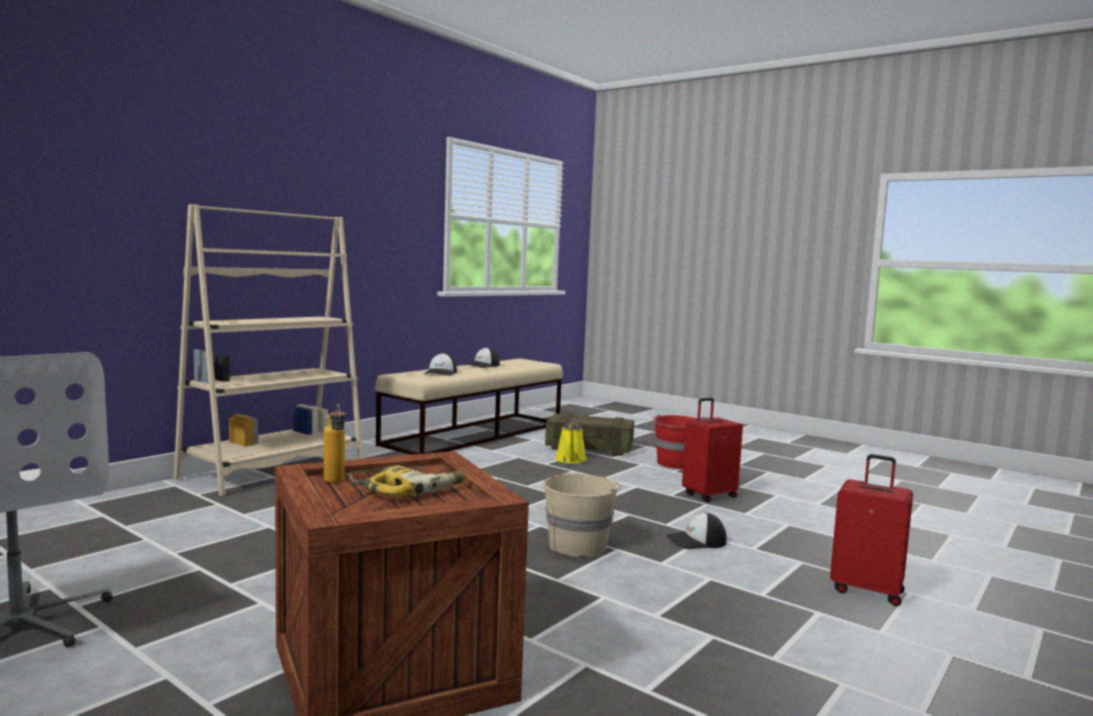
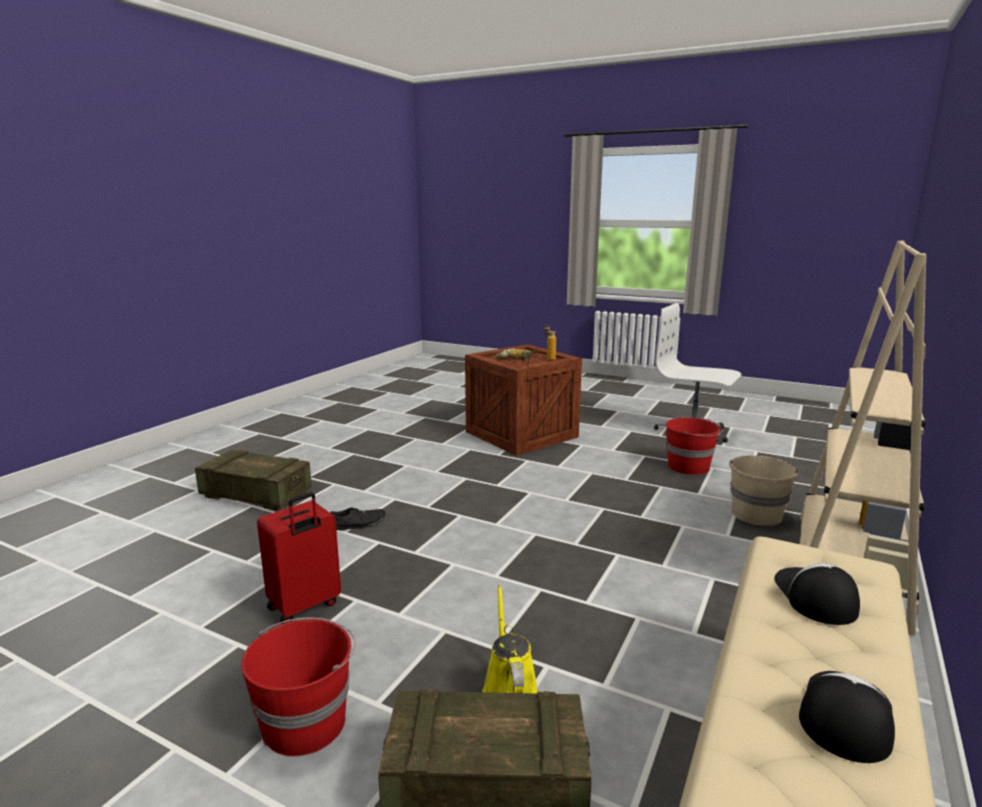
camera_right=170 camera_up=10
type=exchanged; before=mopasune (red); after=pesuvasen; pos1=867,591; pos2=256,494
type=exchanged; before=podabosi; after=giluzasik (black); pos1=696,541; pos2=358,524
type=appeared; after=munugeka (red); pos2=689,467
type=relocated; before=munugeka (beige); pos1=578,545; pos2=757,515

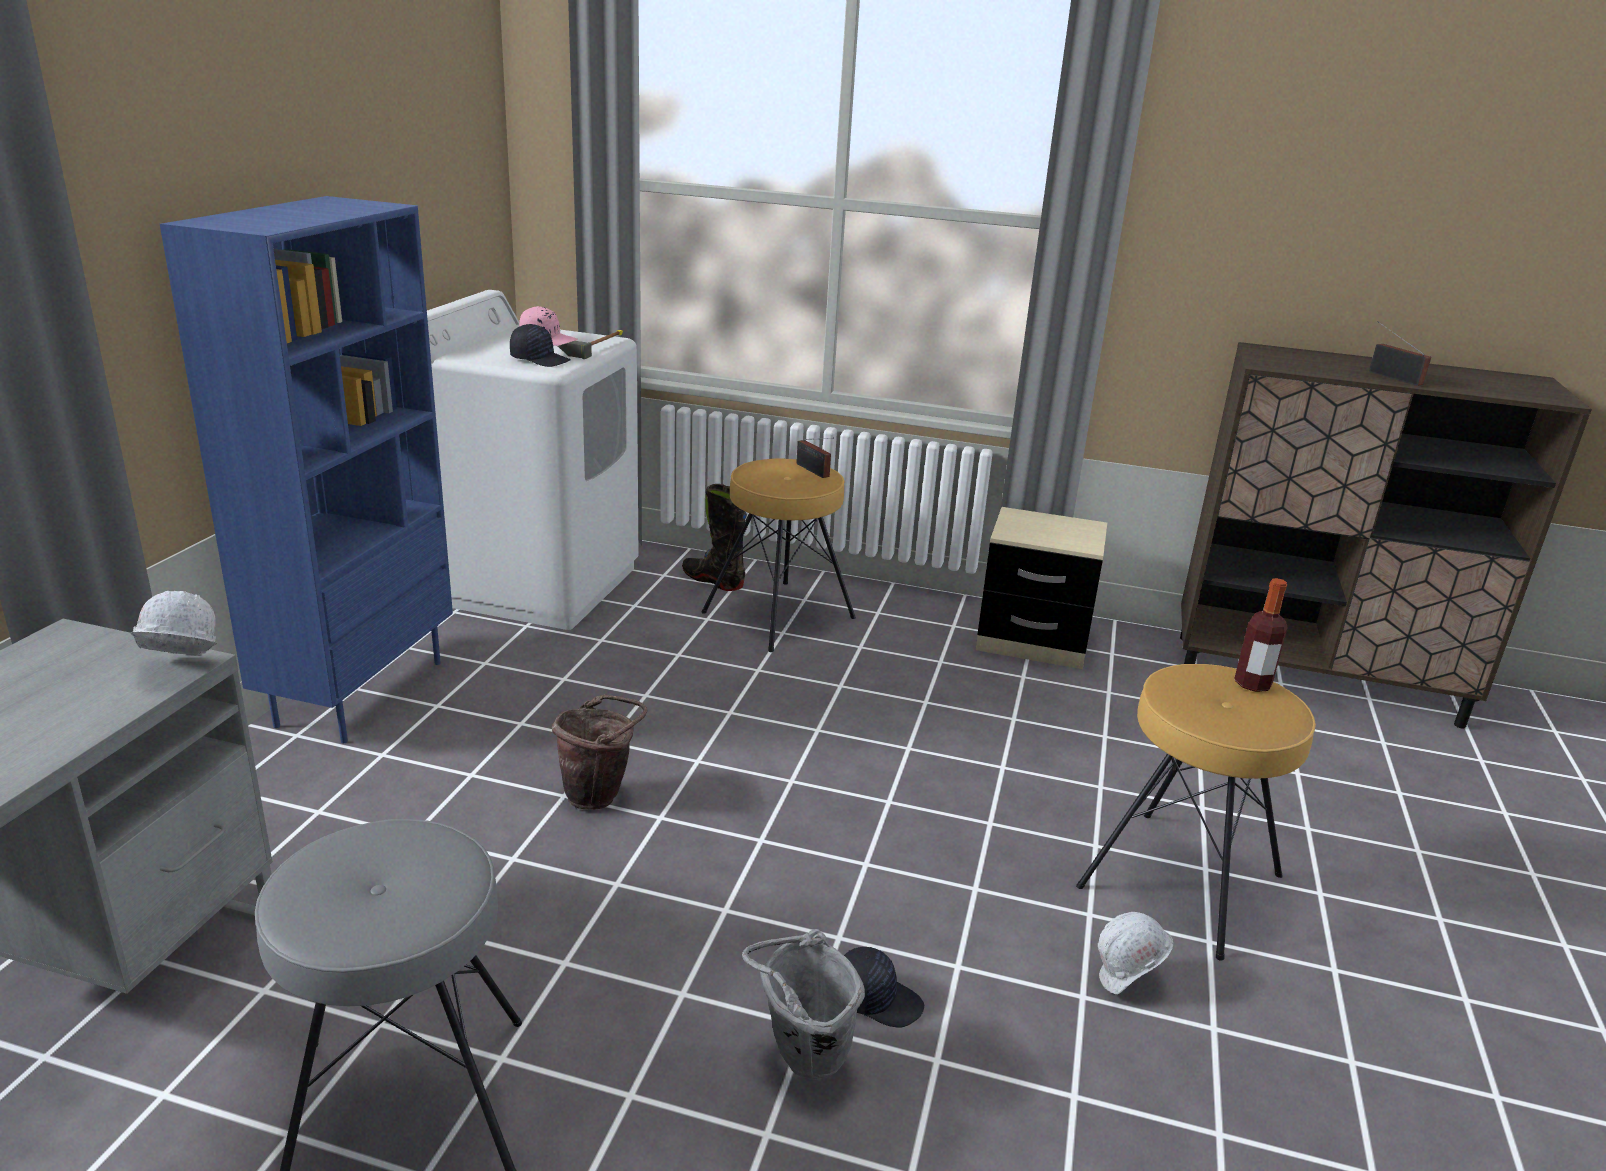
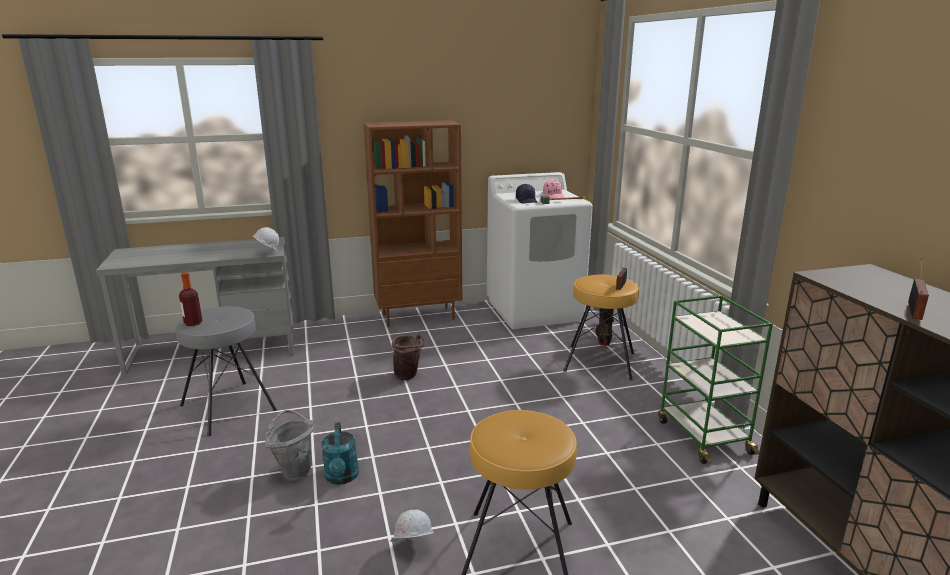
camera_right=60 camera_up=-5
type=relocated; before=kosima; pos1=1252,684; pos2=193,323
type=exchanged; before=podabosi (black); after=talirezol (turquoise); pos1=877,999; pos2=342,477
type=colour; before=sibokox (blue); after=sibokox (brown); pos1=360,692; pos2=418,316
type=exchanged; before=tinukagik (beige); after=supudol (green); pos1=1032,641; pos2=703,436

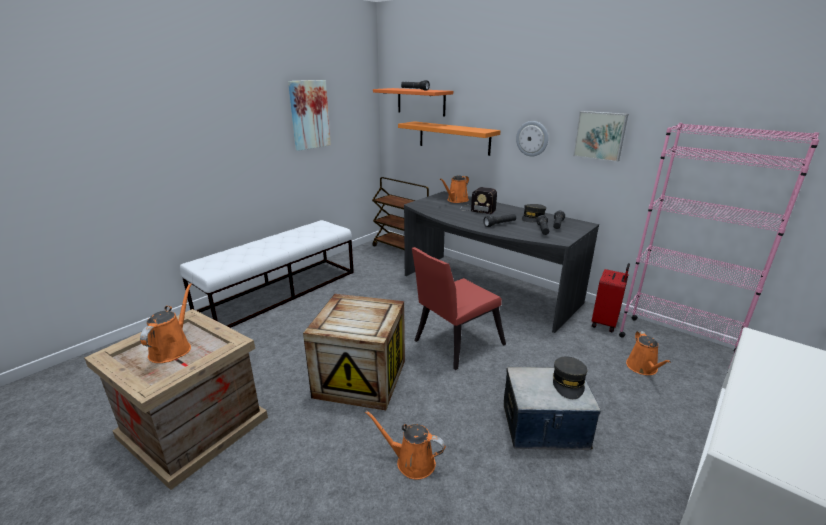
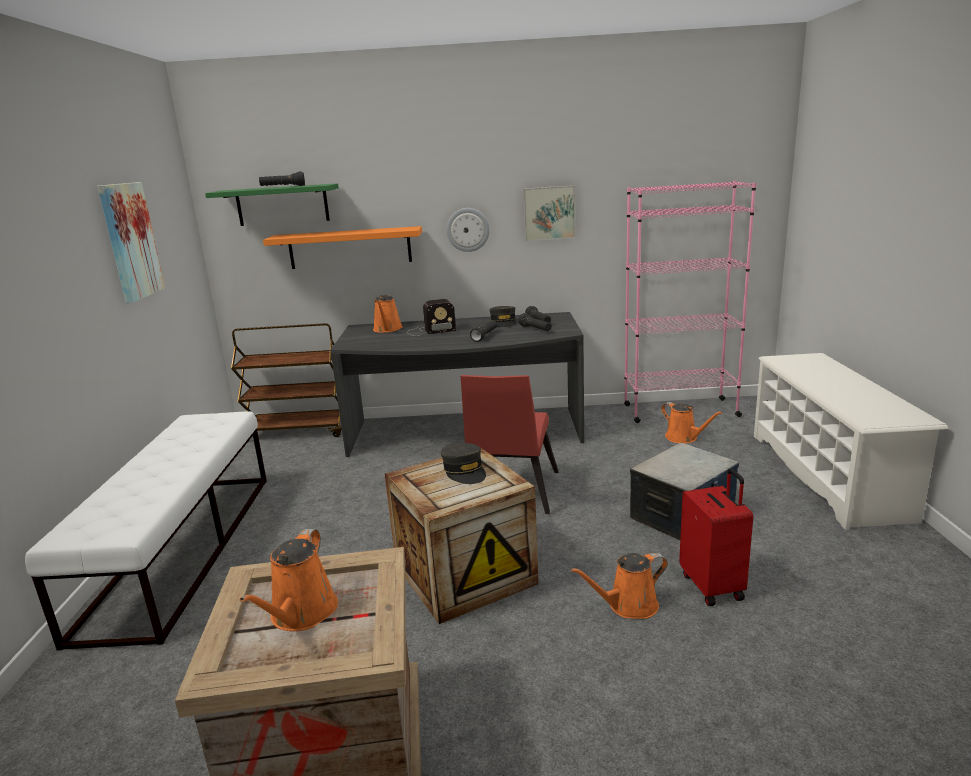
camera_right=-40 camera_up=-5
type=colour; before=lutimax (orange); after=lutimax (green); pos1=421,102; pos2=282,205
type=spun; before=talirezol (orange); pos1=172,348; pos2=301,614; turn=-135
type=relocated; before=podabosi (grey); pos1=568,383; pos2=464,471
type=relocated; before=mopasune (red); pos1=605,323; pos2=713,586

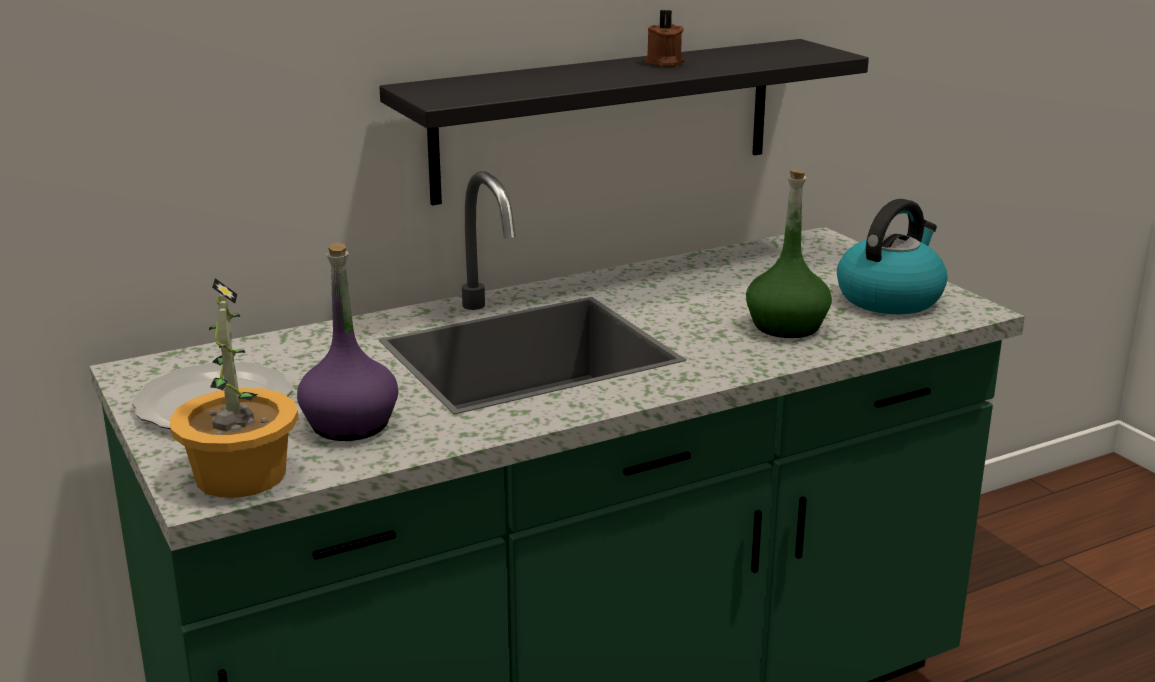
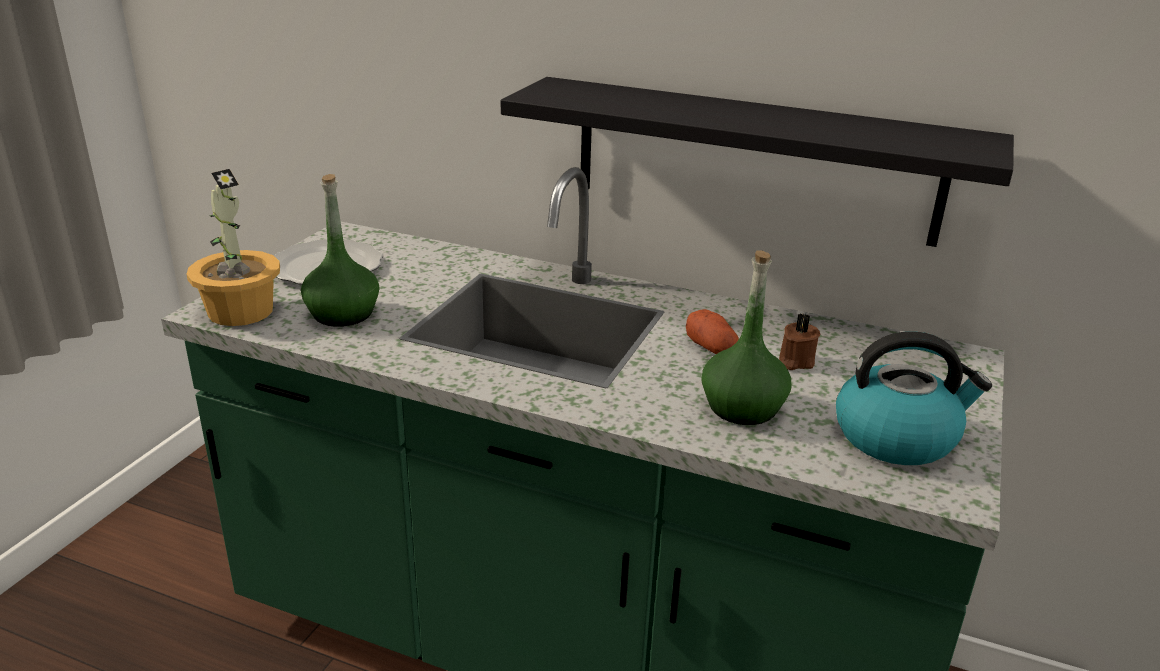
camera_right=50 camera_up=5
type=colour; before=kosima (purple); after=kosima (green); pos1=350,425; pos2=343,314
type=appeared; after=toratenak; pos2=711,347
type=relocated; before=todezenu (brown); pos1=664,63; pos2=794,361

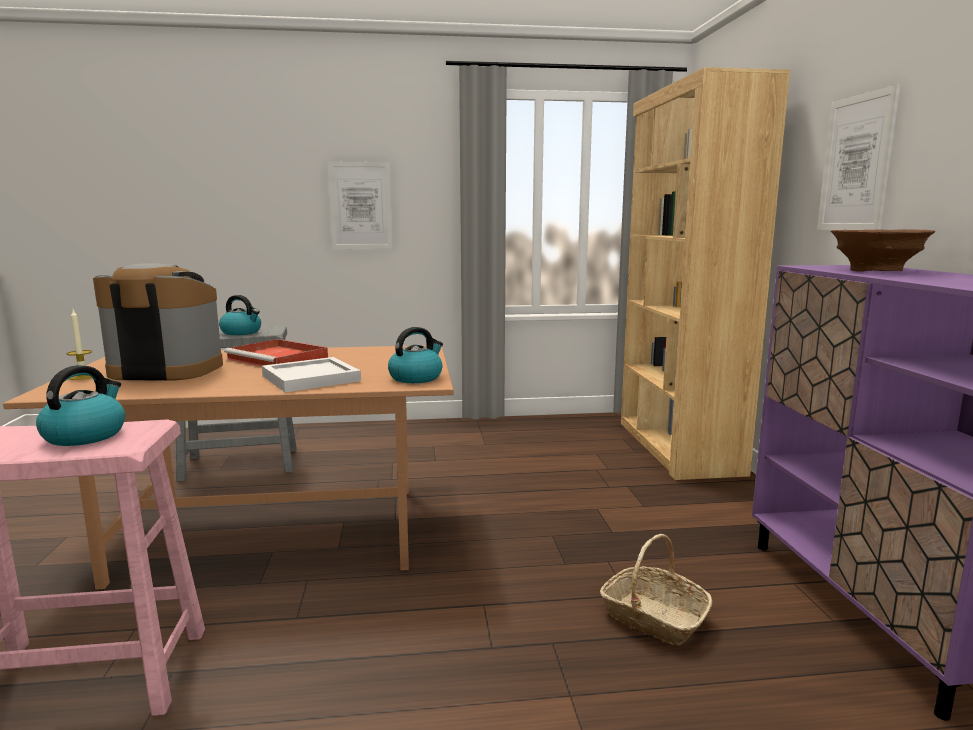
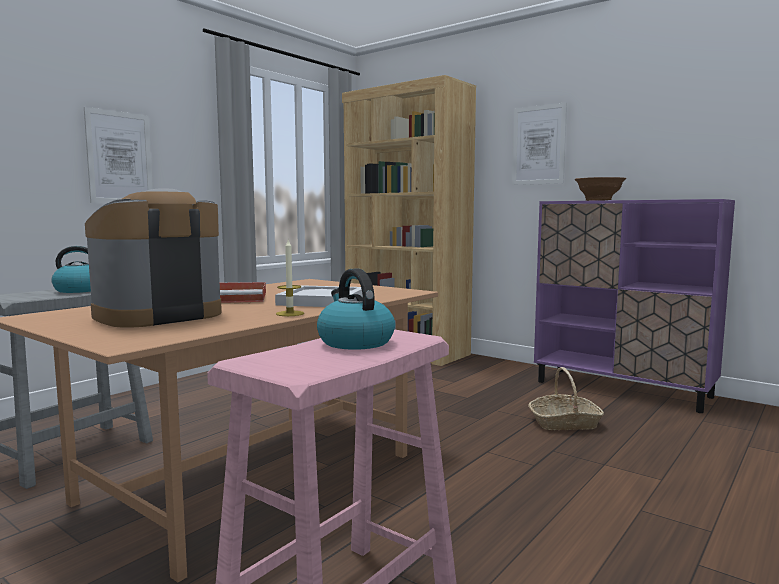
camera_right=-45 camera_up=-5
type=relocated; before=todezenu; pos1=82,376; pos2=290,313
type=missing; before=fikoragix; pos1=416,377

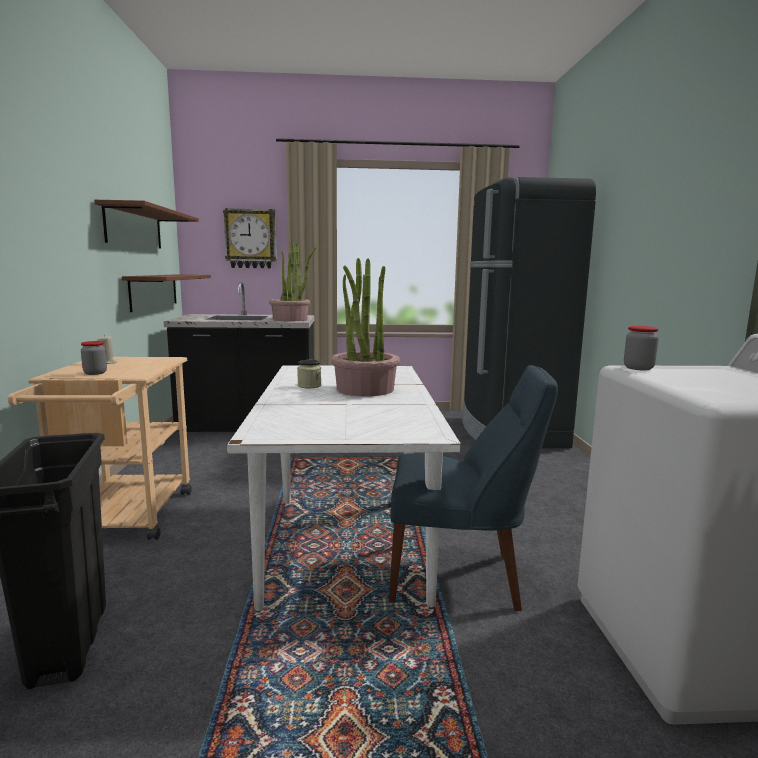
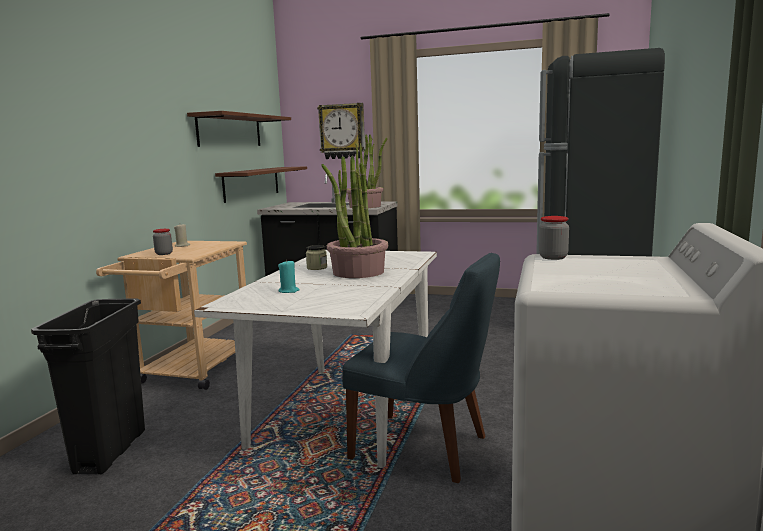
camera_right=20 camera_up=0
type=appeared; after=todezenu (turquoise); pos2=289,291

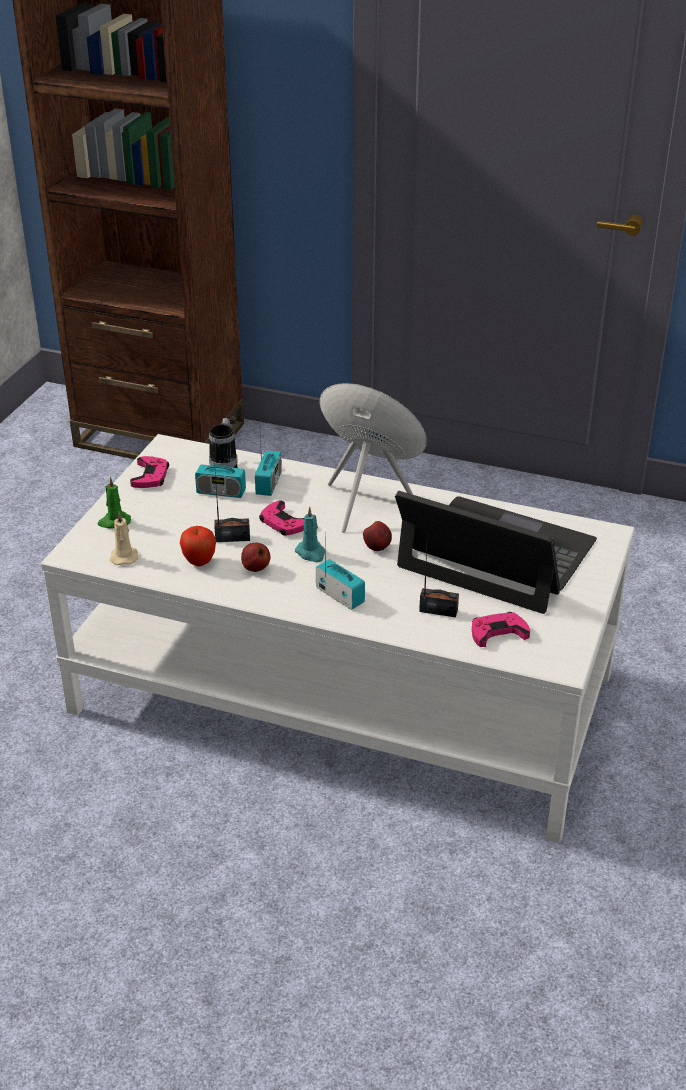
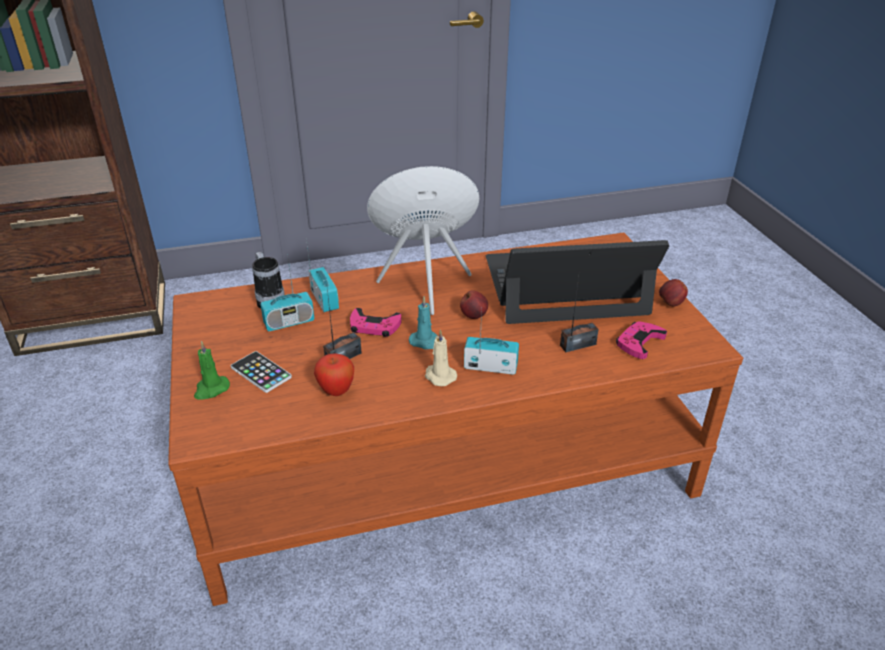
camera_right=-35 camera_up=0
type=colour; before=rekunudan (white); after=rekunudan (brown); pos1=341,693; pos2=440,461
type=appeared; after=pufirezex; pos2=261,372
type=relocated; before=todezenu (beige); pos1=124,556; pos2=439,376
type=relocated; before=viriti; pos1=255,568; pos2=670,304
type=missing; before=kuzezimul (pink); pos1=150,476

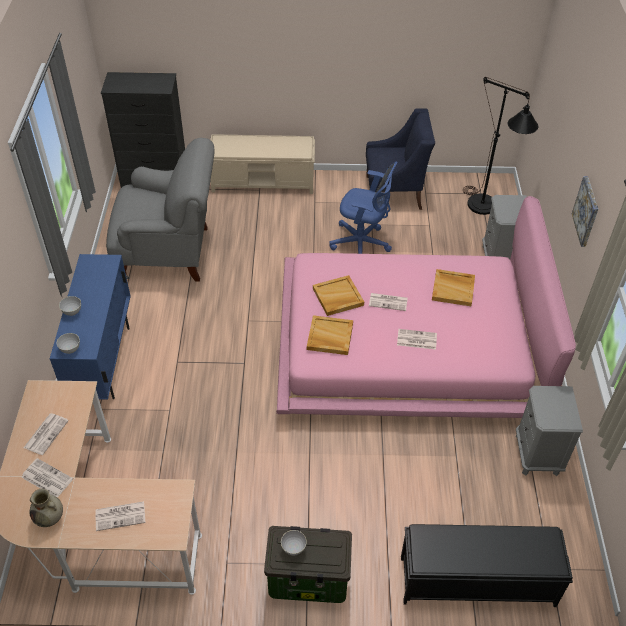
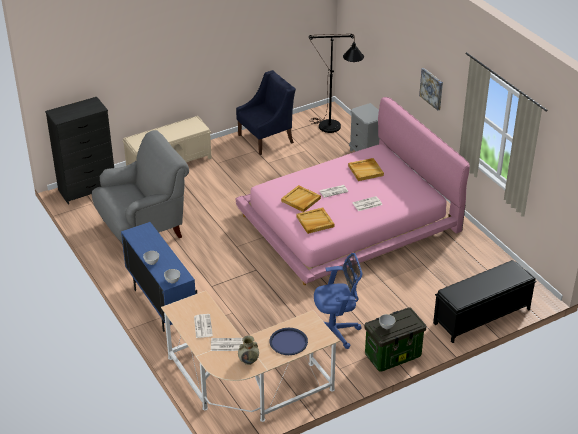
camera_right=-30 camera_up=-10
type=exchanged; before=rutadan; after=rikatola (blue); pos1=121,515; pos2=288,342
type=relocated; before=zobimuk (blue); pos1=362,244; pos2=334,332
type=missing; before=tinukagik (grey); pos1=537,455

